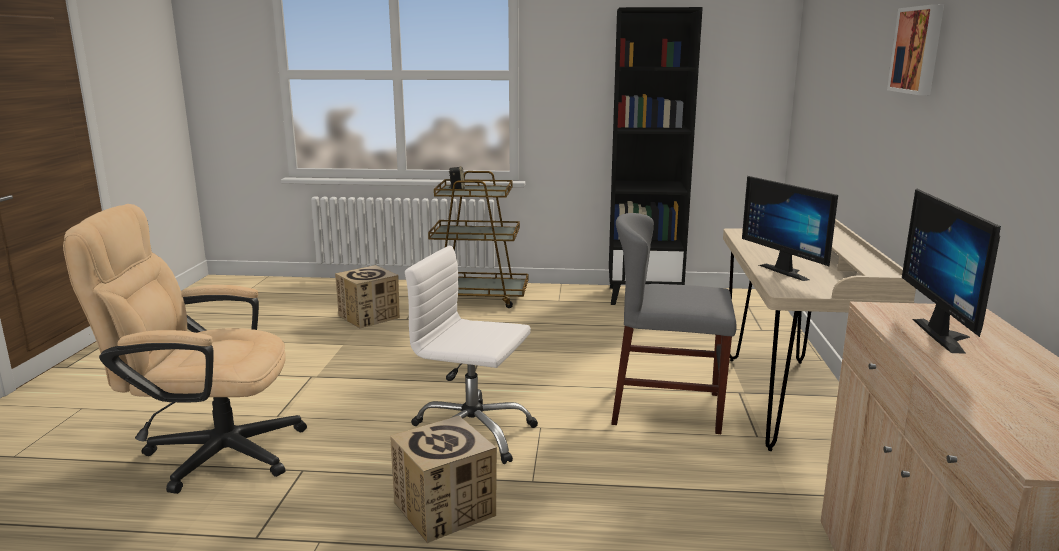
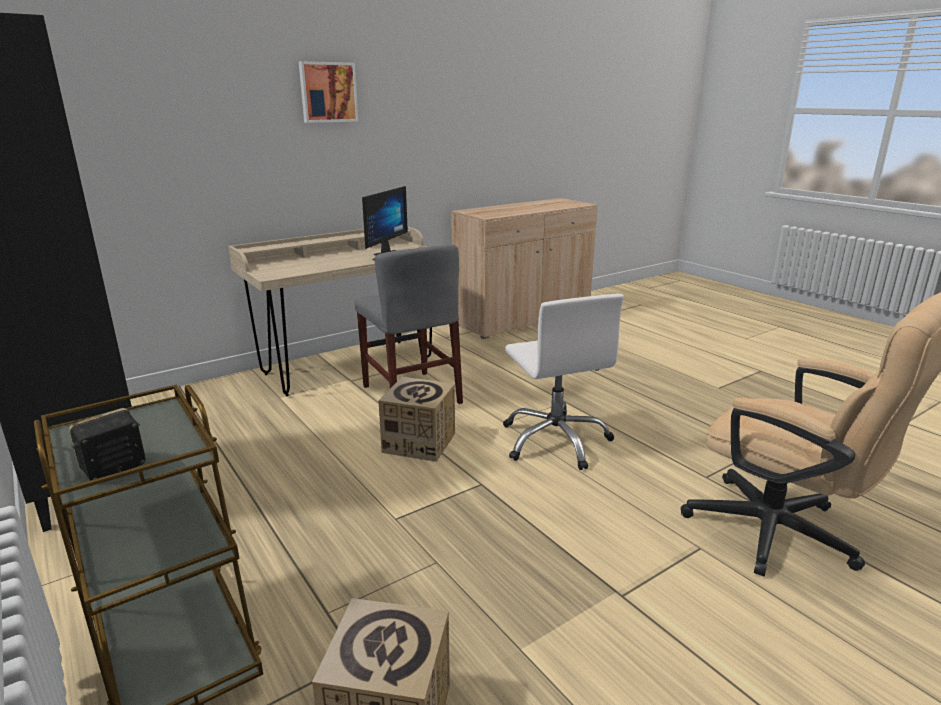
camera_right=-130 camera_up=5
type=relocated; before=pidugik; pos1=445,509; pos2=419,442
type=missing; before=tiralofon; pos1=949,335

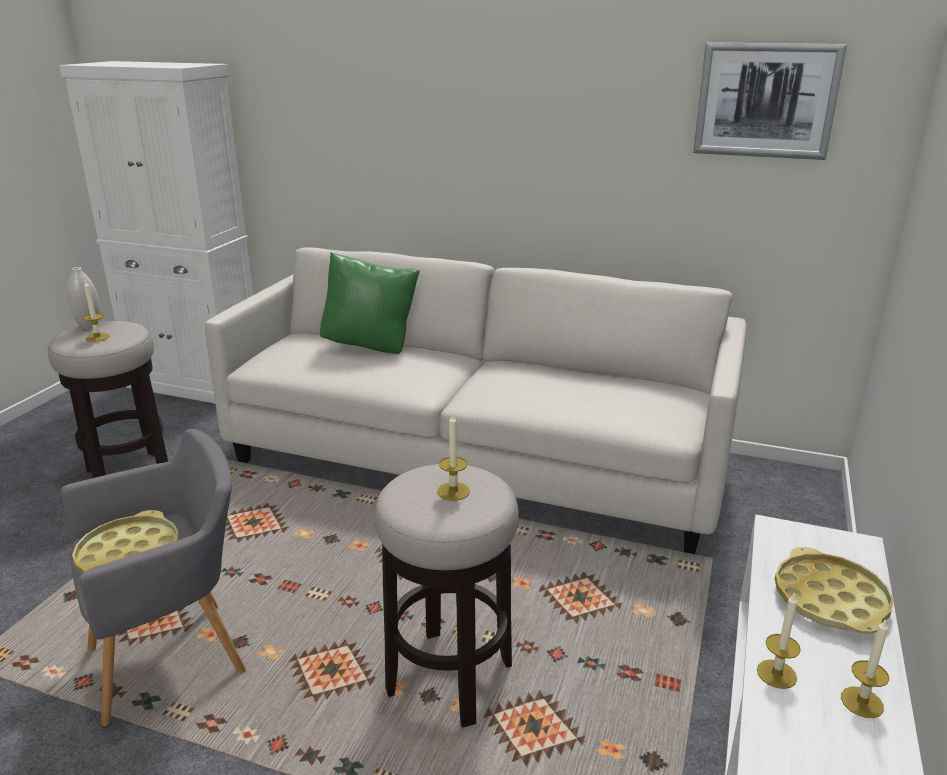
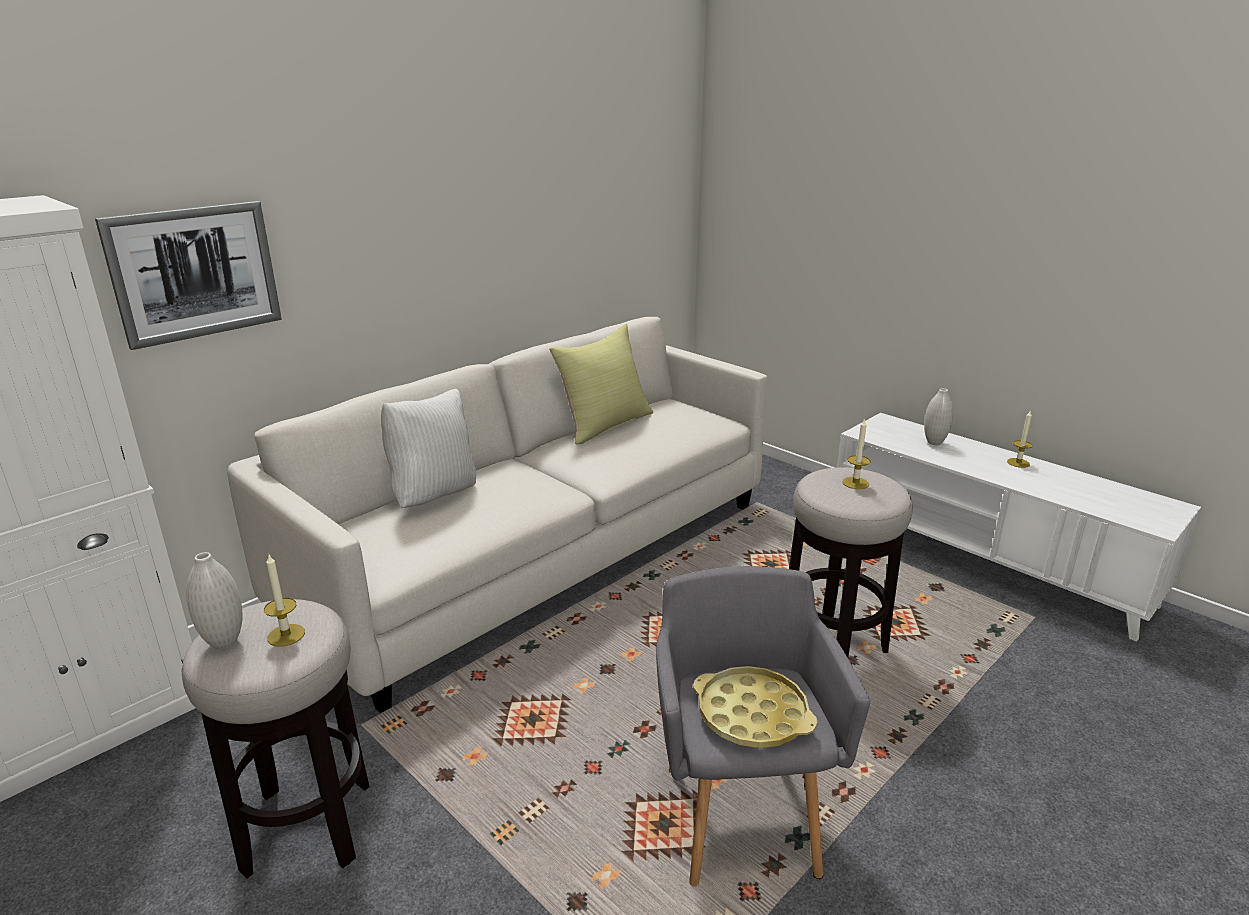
camera_right=-65 camera_up=0
type=relocated; before=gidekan; pos1=766,101; pos2=195,272
type=colour; before=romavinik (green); after=romavinik (white); pos1=371,346; pos2=434,495
type=appeared; after=romavinik (yellow); pos2=605,425
type=exchanged; before=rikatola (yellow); after=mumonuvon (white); pos1=830,599; pos2=934,442
type=missing; before=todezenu; pos1=776,674

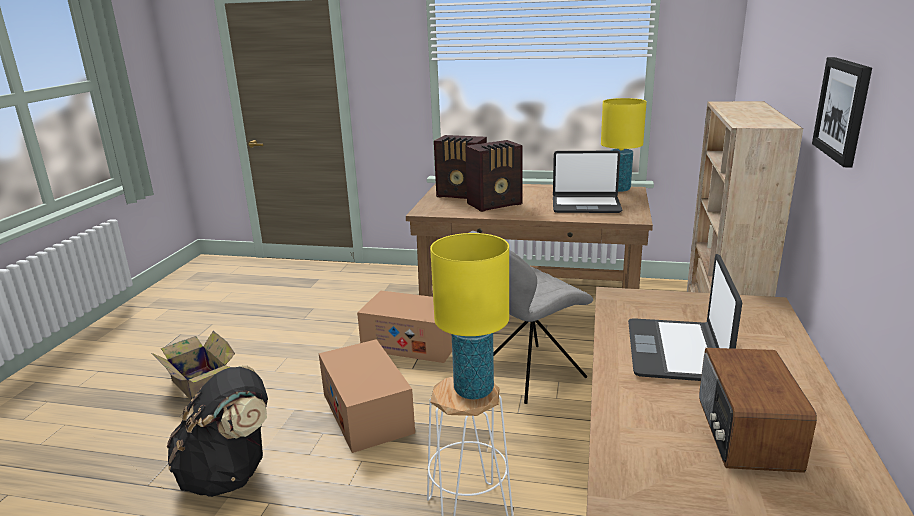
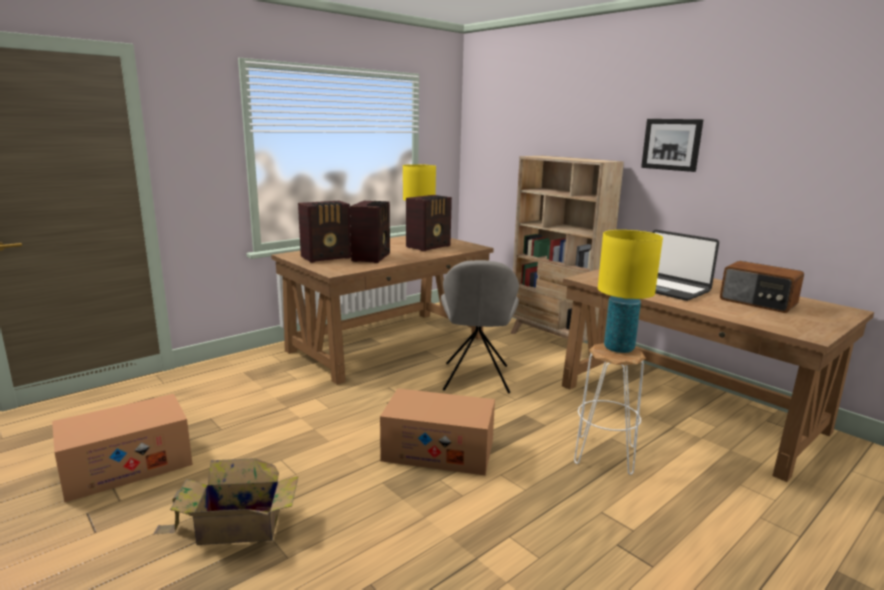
camera_right=-55 camera_up=-5
type=relocated; before=pidugik; pos1=412,343; pos2=127,466
type=exchanged; before=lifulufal; after=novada; pos1=586,205; pos2=429,246
type=missing; before=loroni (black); pos1=230,474

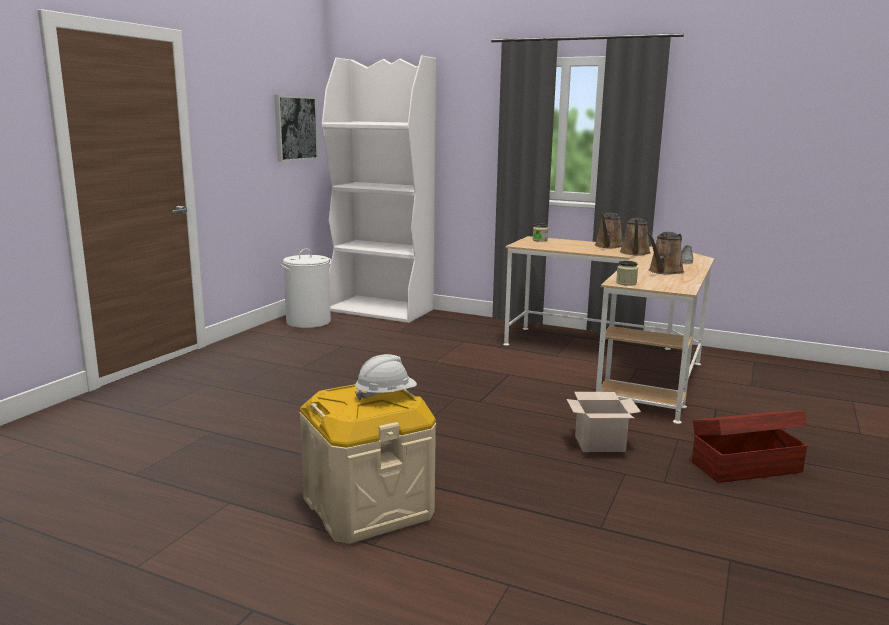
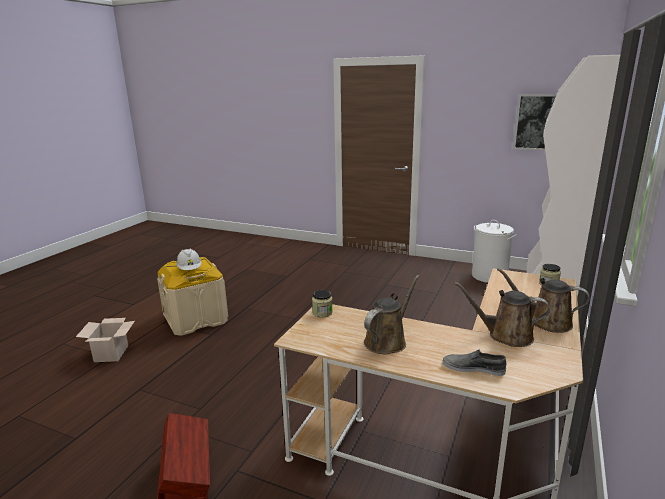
camera_right=90 camera_up=5
type=relocated; before=pidugik; pos1=600,443; pos2=111,354
type=spun; before=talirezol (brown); pos1=664,271; pos2=387,341; turn=90

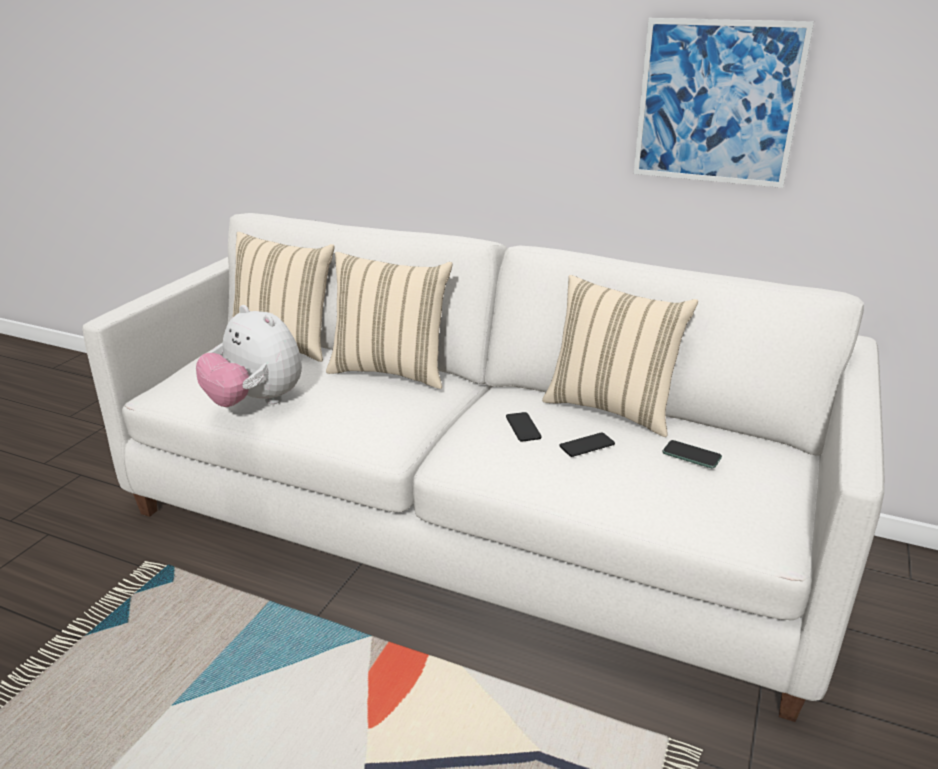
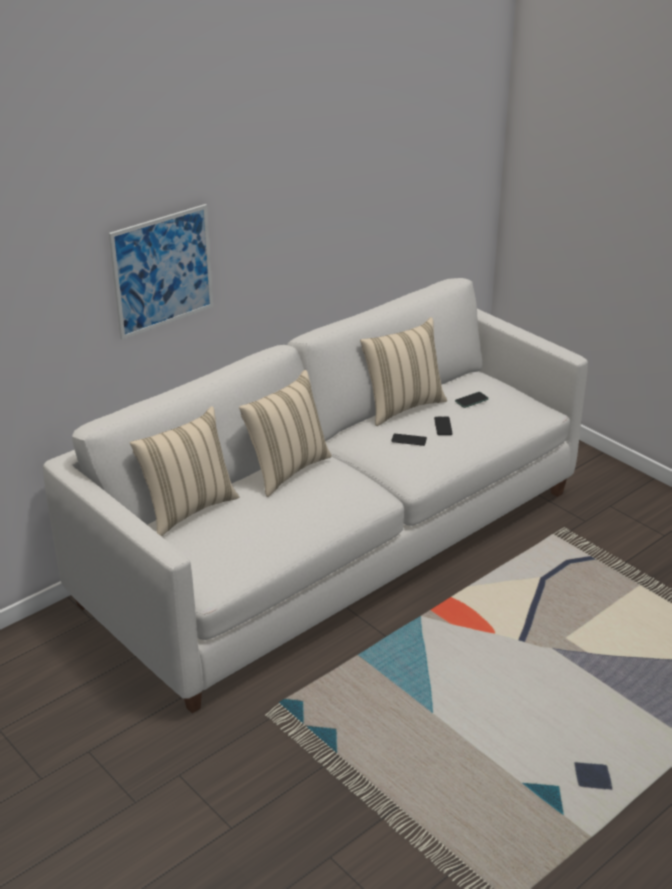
camera_right=-65 camera_up=5
type=relocated; before=gidekan; pos1=717,103; pos2=162,271
type=missing; before=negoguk; pos1=256,402

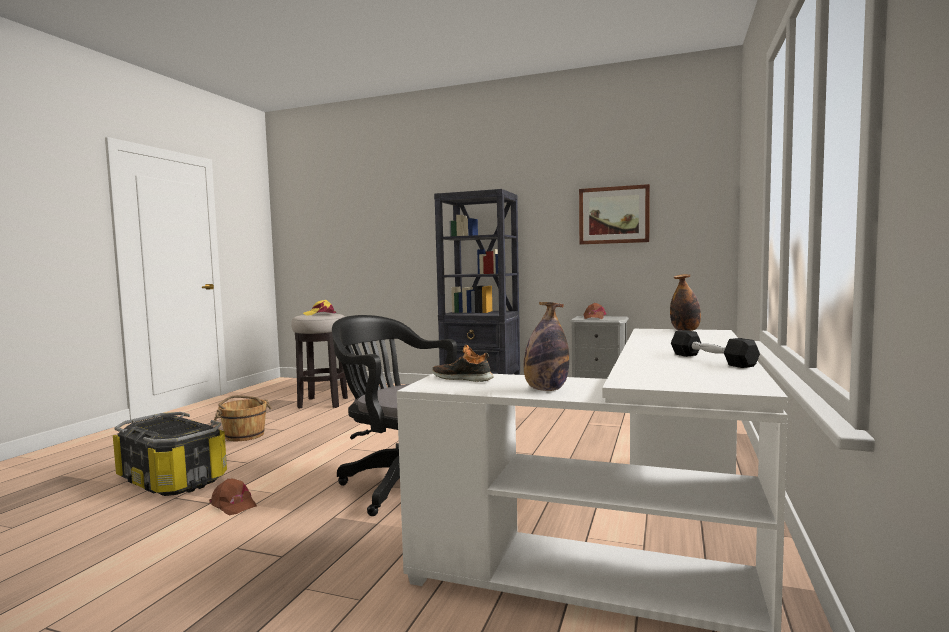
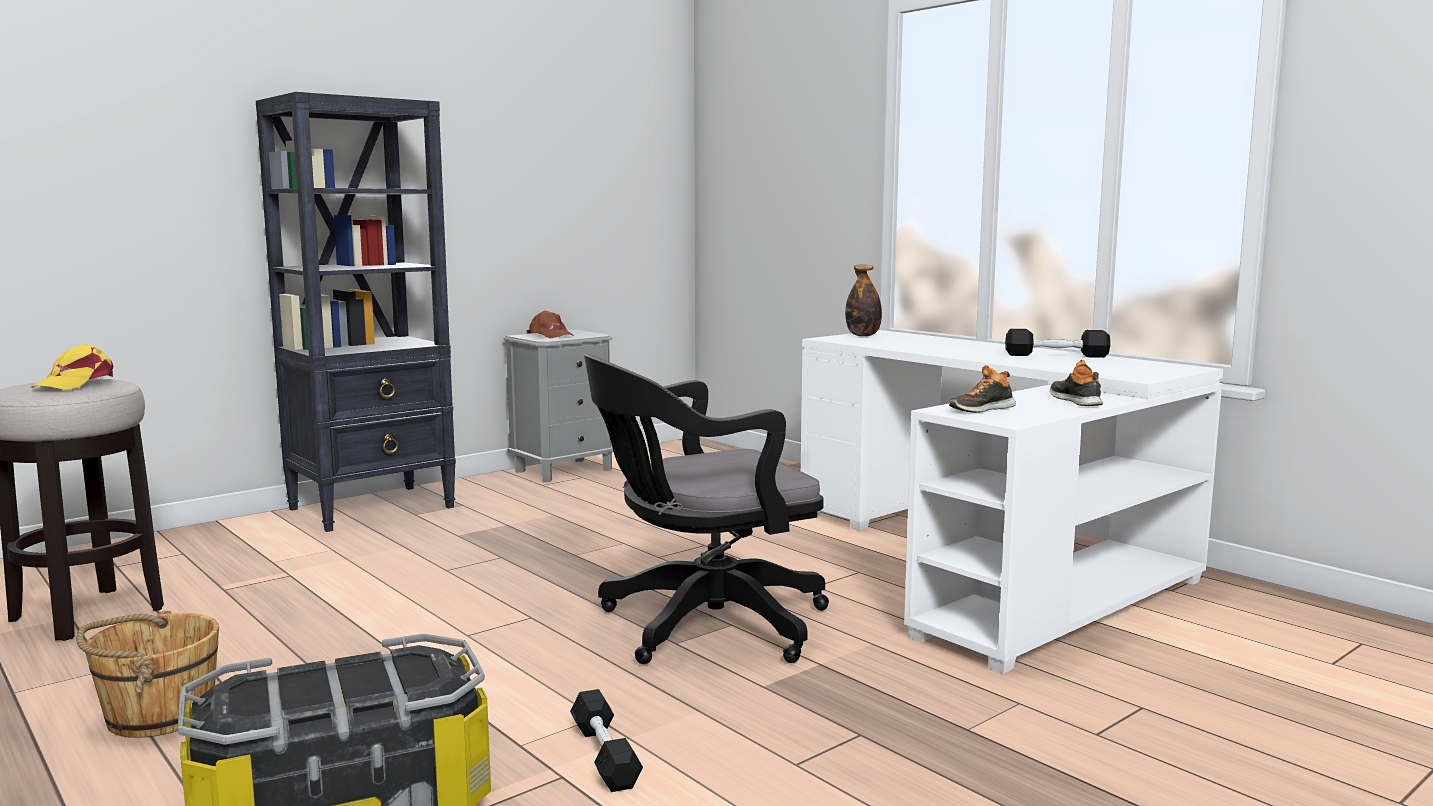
camera_right=-60 camera_up=5
type=exchanged; before=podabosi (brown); after=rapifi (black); pos1=233,505; pos2=604,755
type=exchanged; before=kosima; after=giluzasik; pos1=546,390; pos2=1076,401
type=missing; before=gidekan; pos1=613,215

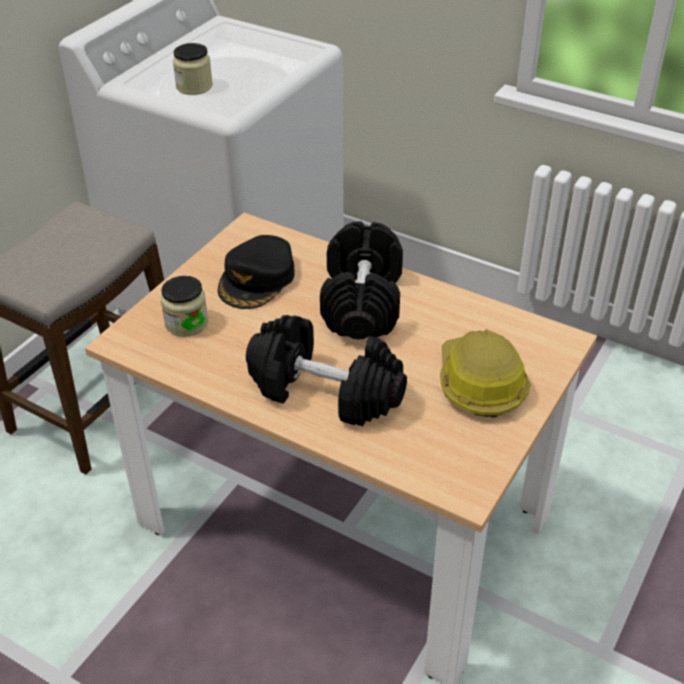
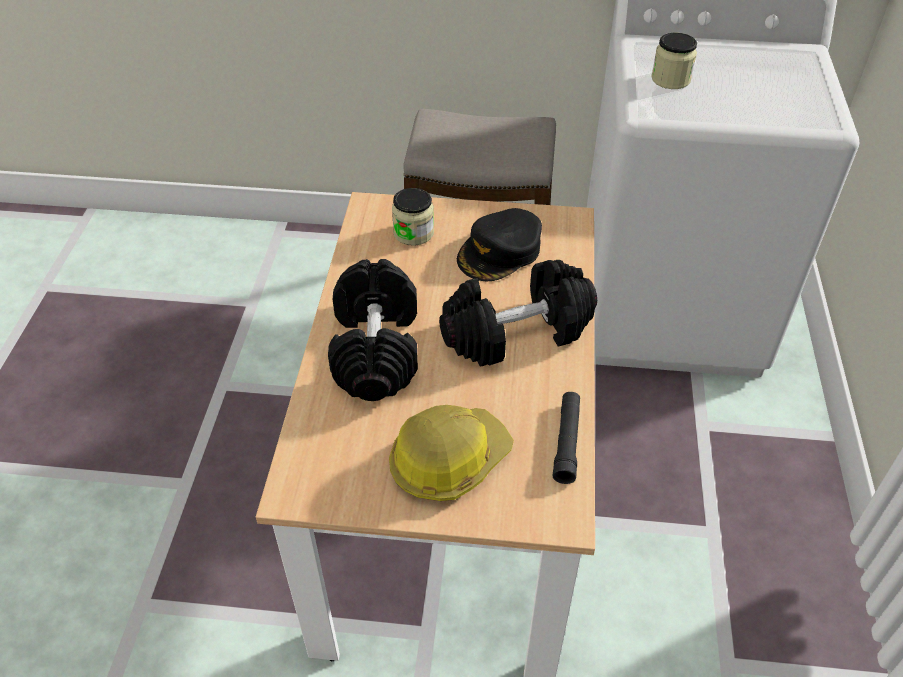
camera_right=65 camera_up=5
type=spun; before=podabosi (black); pos1=257,279; pos2=500,252; turn=-45
type=appeared; after=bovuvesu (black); pos2=566,442

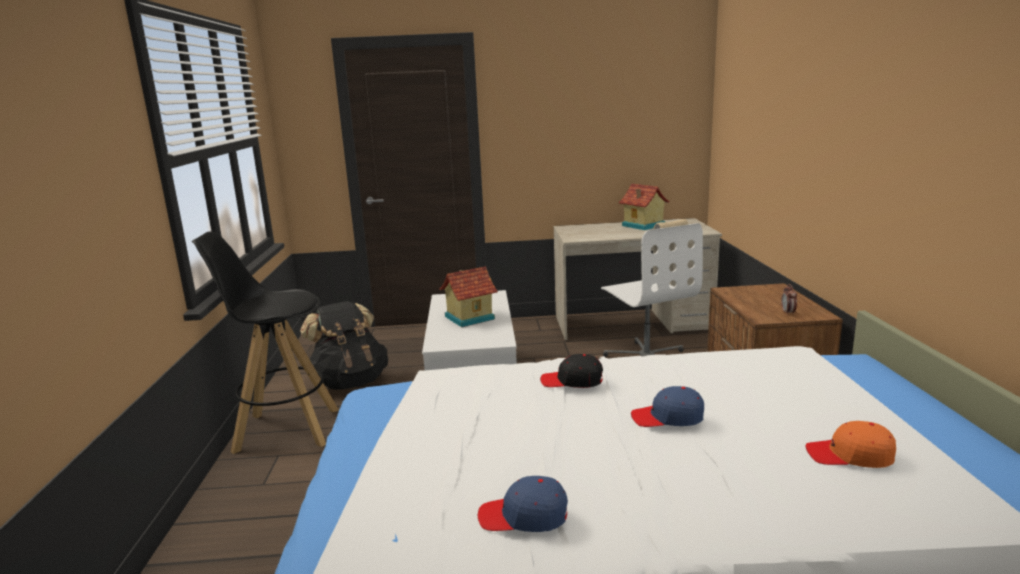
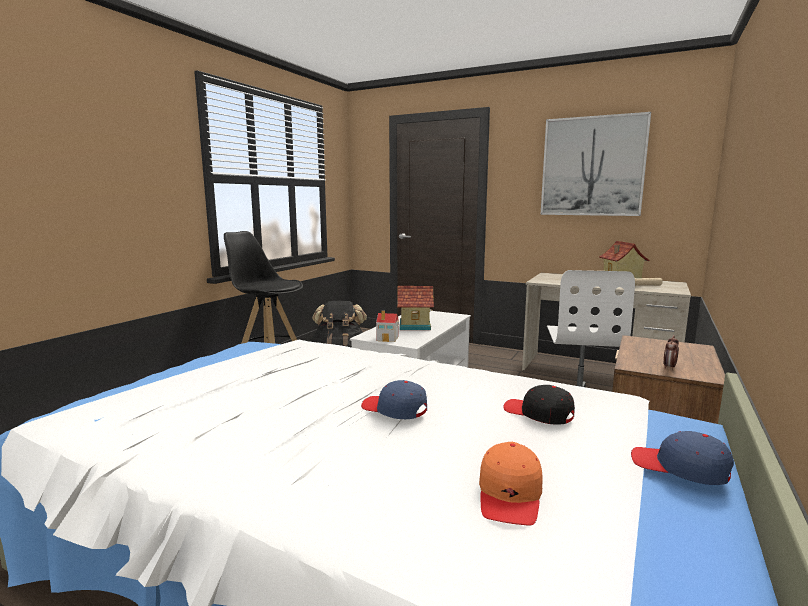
camera_right=30 camera_up=-5
type=appeared; after=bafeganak; pos2=388,338
type=spun; before=podabosi (orange); pos1=850,455; pos2=510,495; turn=-120
type=relocated; before=podabosi (black); pos1=572,381; pos2=538,414
type=appeared; after=gidekan; pos2=592,166
type=relocated; before=podabosi (blue); pos1=524,516; pos2=679,467

